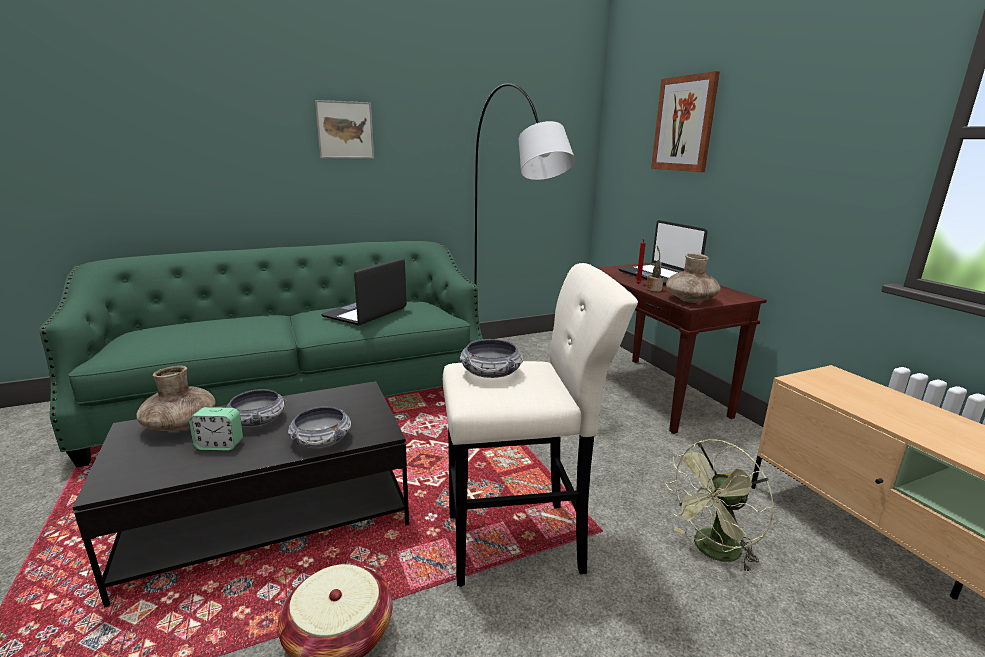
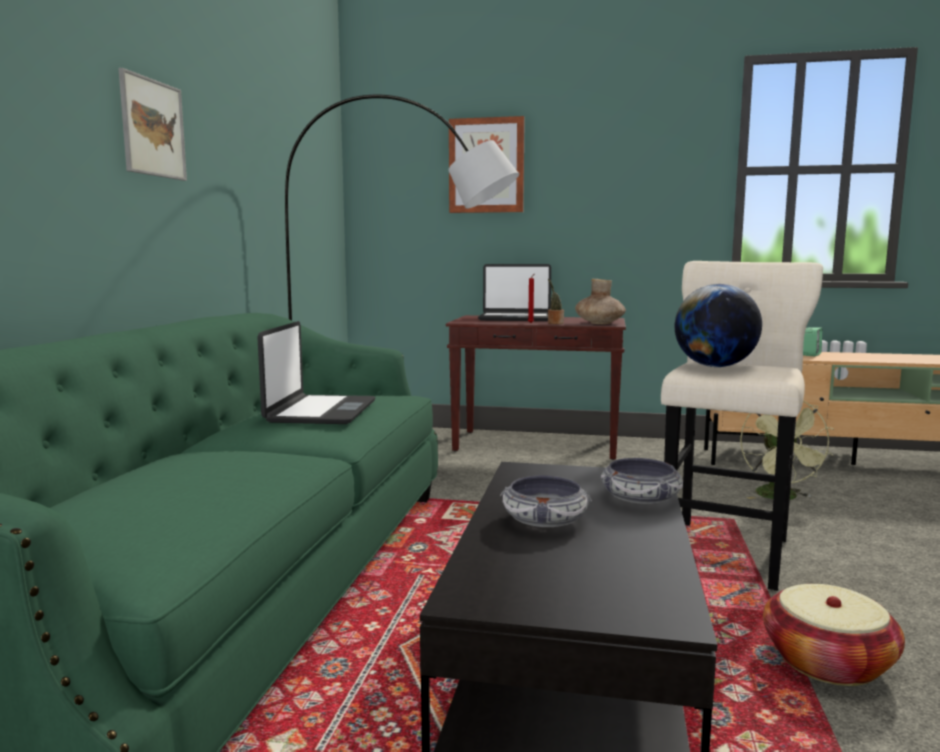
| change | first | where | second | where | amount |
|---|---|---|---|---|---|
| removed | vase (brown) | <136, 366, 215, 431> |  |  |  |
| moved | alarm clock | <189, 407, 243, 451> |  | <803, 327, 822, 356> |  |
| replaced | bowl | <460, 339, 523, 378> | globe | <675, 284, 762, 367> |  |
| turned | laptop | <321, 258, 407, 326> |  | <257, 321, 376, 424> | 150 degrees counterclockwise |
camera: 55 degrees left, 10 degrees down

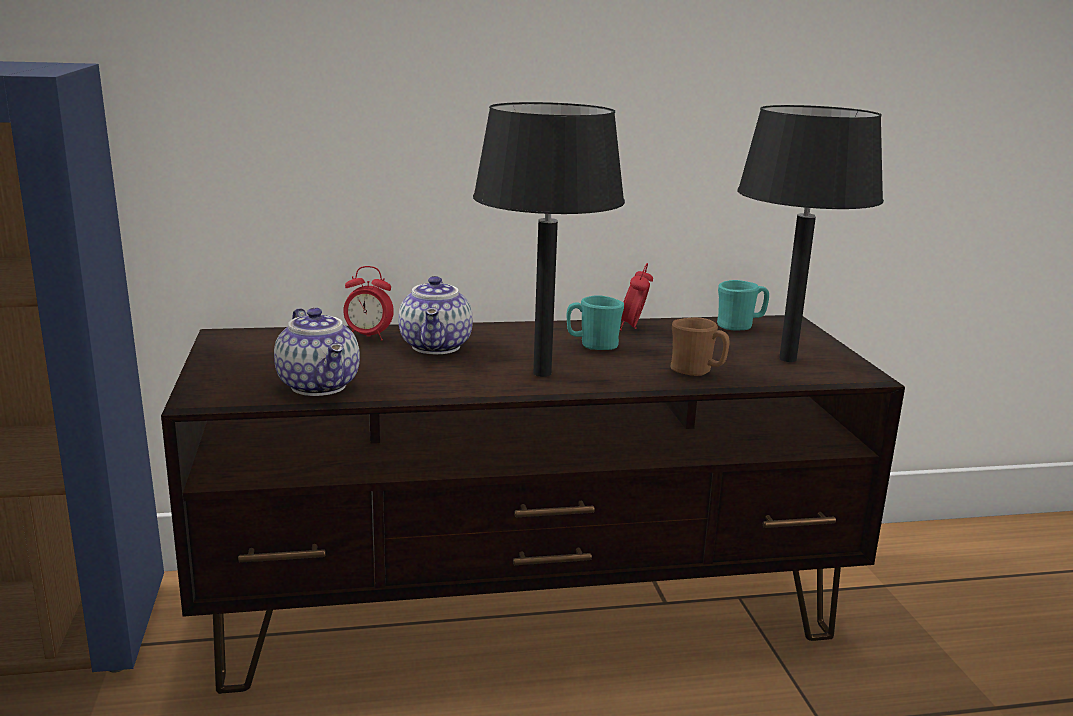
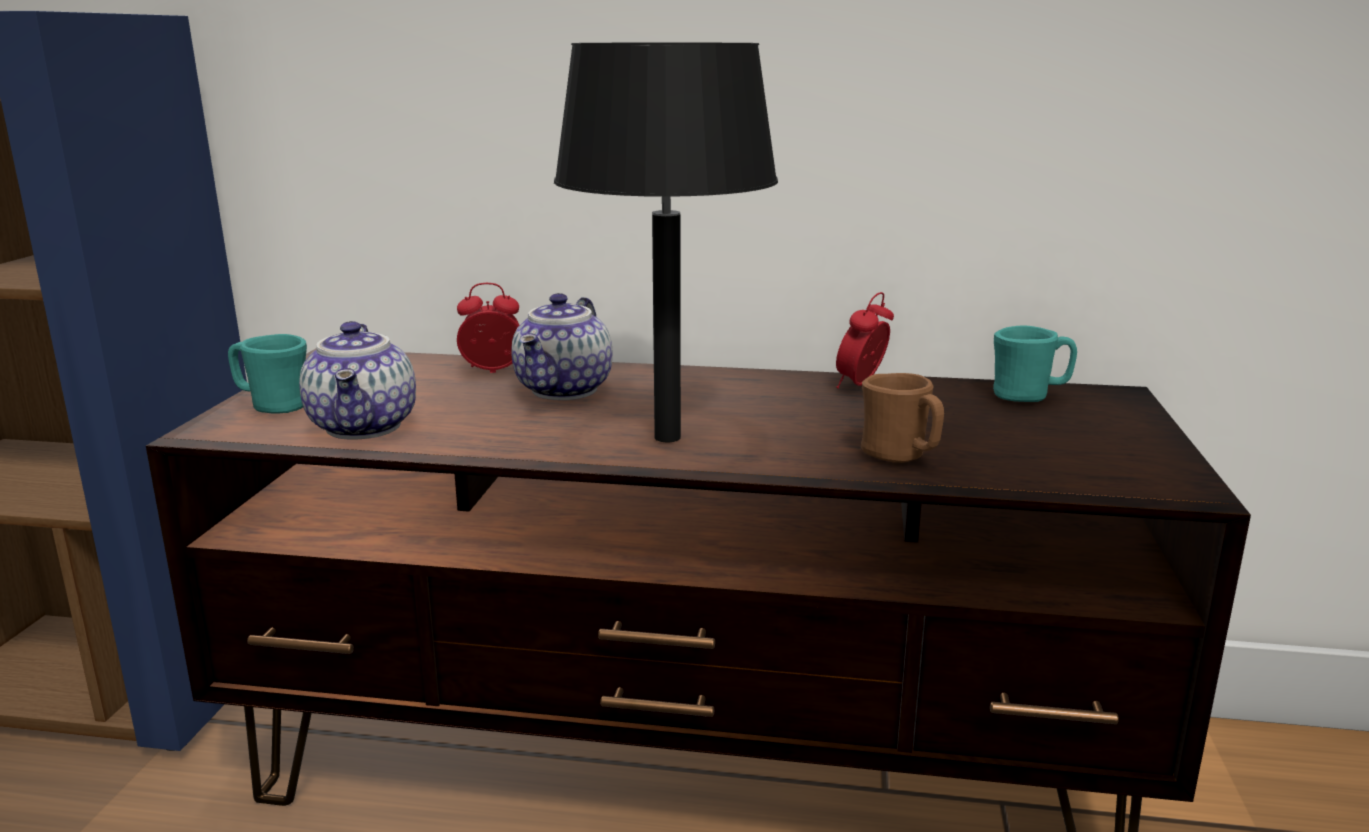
| change | first | where | second | where | amount |
|---|---|---|---|---|---|
| removed | table lamp (black) | <737, 105, 884, 362> |  |  |  |
| moved | mug (turquoise) | <567, 295, 624, 350> |  | <228, 334, 307, 414> |  |
| turned | alarm clock | <343, 266, 394, 341> |  | <457, 283, 519, 373> | 150 degrees clockwise |
camera: 20 degrees right, 0 degrees up

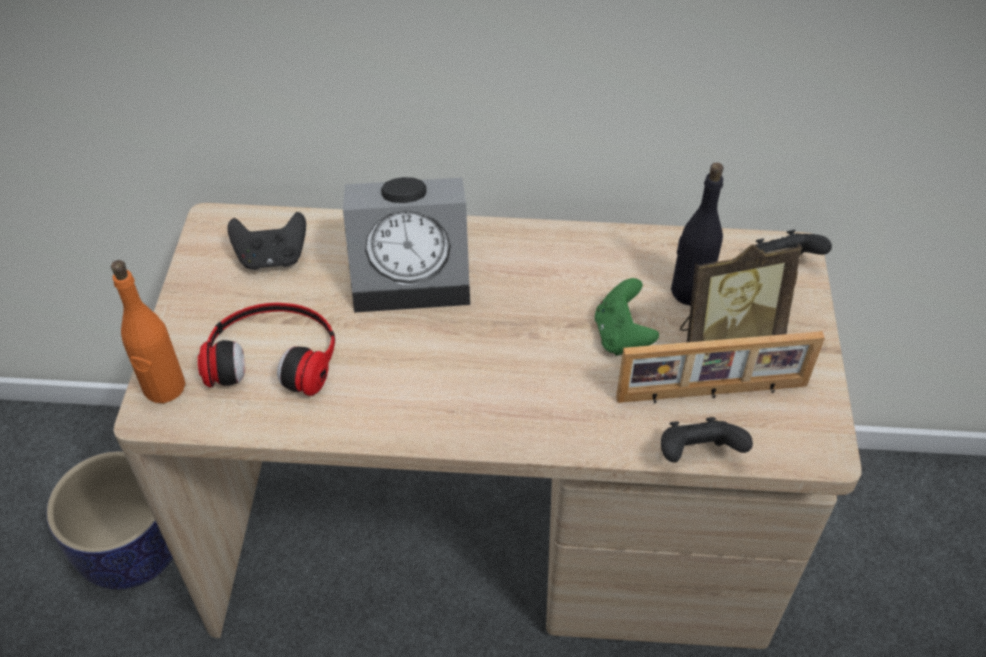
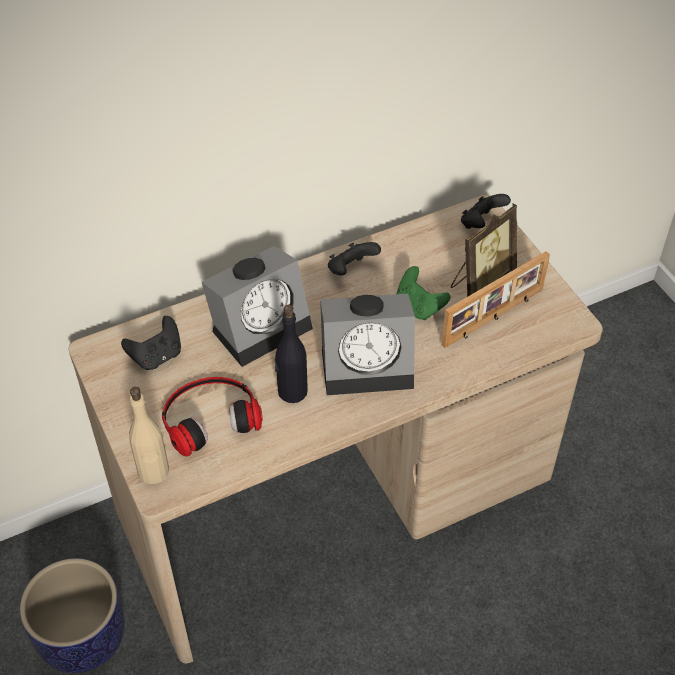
| change | first | where | second | where | amount |
|---|---|---|---|---|---|
| added |  |  | alarm clock | <320, 293, 415, 395> |  |
| moved | game controller (black) | <661, 417, 753, 463> |  | <328, 242, 381, 276> |  |
| moved | bottle (black) | <671, 163, 724, 306> |  | <275, 305, 308, 403> |  |
| recoloured | bottle (orange) | <111, 260, 185, 403> | bottle (beige) | <129, 387, 169, 484> |  |
camera: 30 degrees left, 0 degrees up

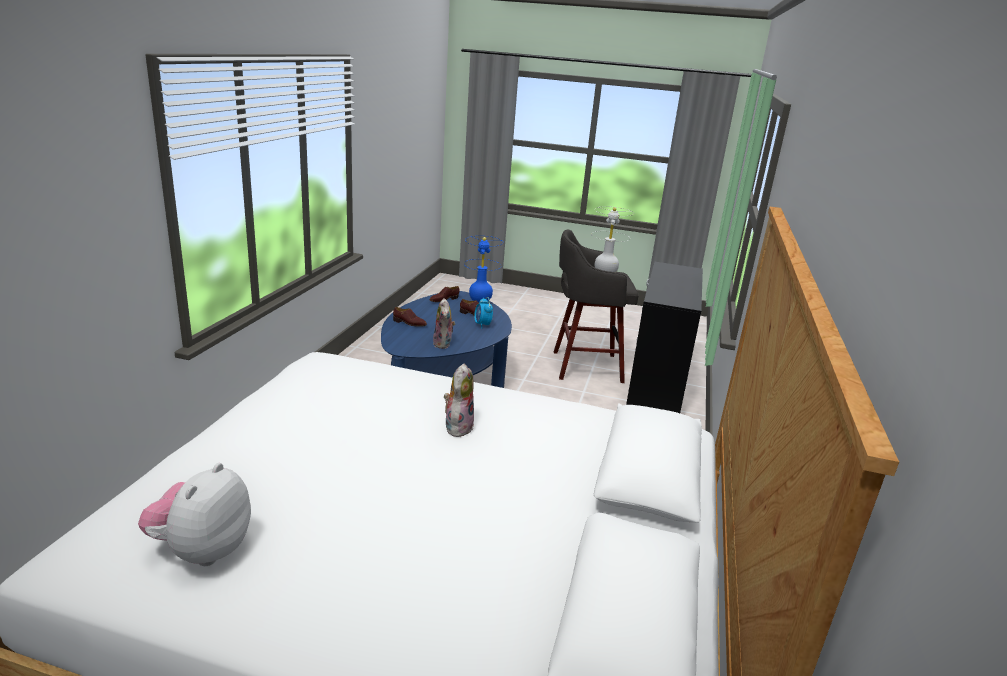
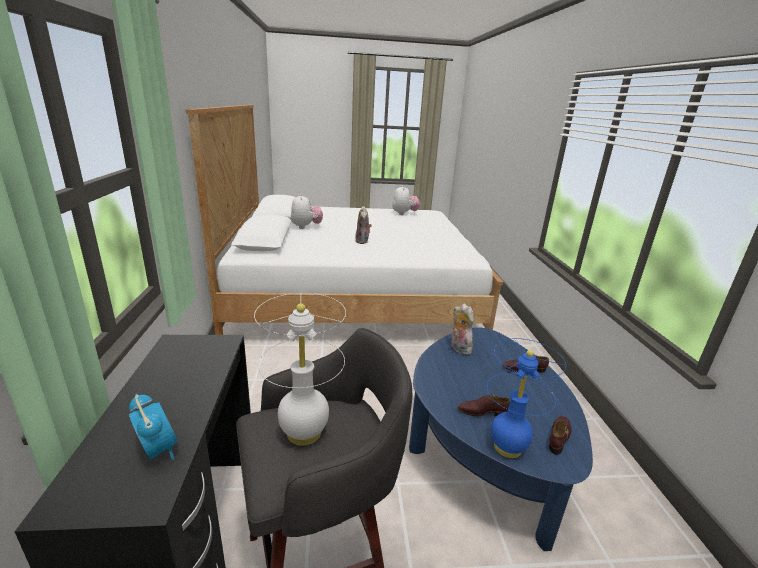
| change | first | where | second | where | amount |
|---|---|---|---|---|---|
| added |  |  | plush toy | <291, 194, 323, 229> |  |
| moved | alarm clock | <474, 297, 493, 329> |  | <129, 394, 178, 460> |  |
camera: 160 degrees right, 0 degrees up

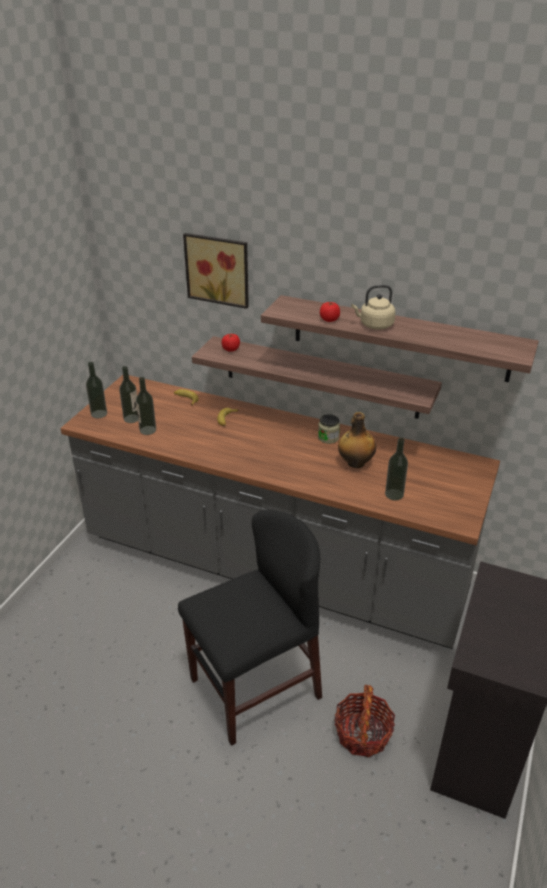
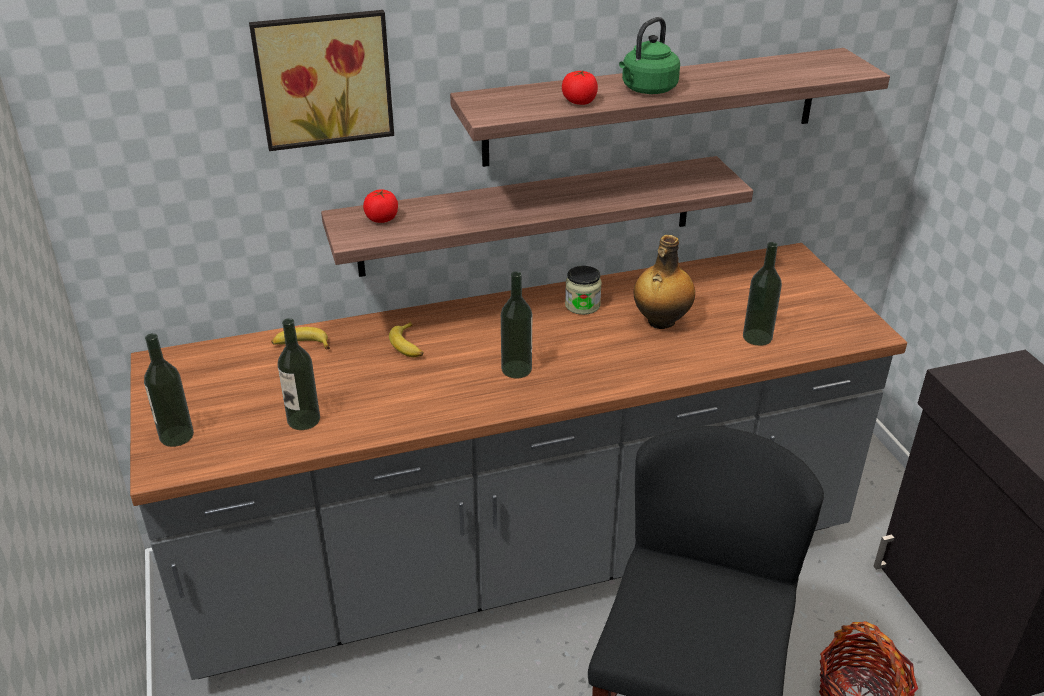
| change | first | where | second | where | amount |
|---|---|---|---|---|---|
| moved | bottle | <119, 366, 138, 423> |  | <501, 271, 532, 378> |  |
| recoloured | kettle (beige) | <351, 285, 396, 330> | kettle (green) | <619, 17, 680, 94> |  |
camera: 40 degrees left, 0 degrees up

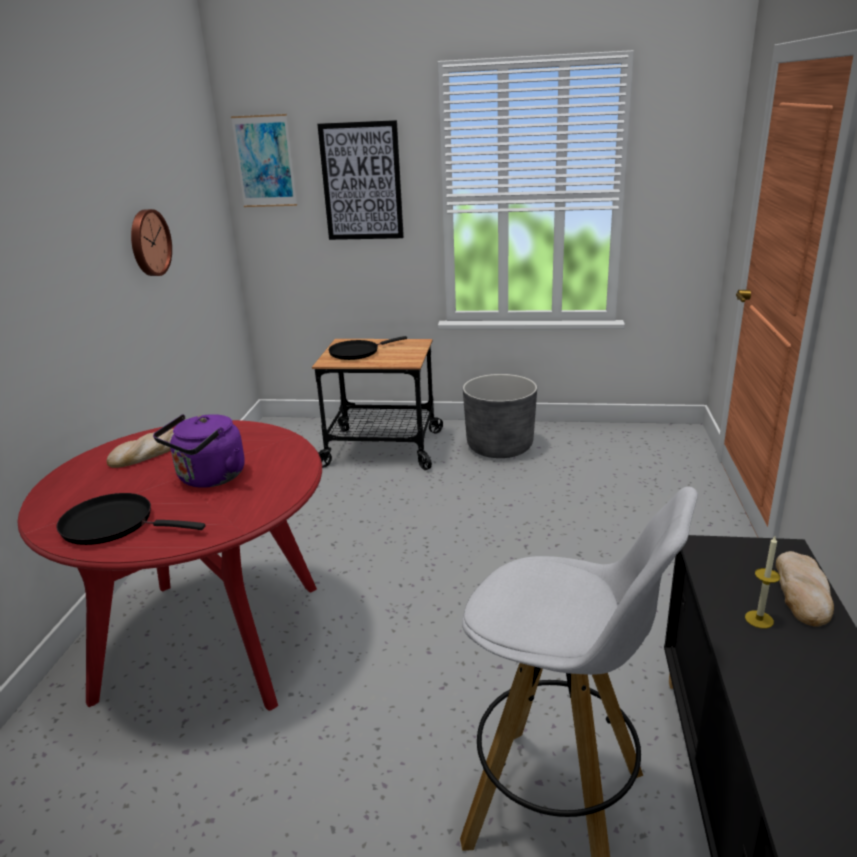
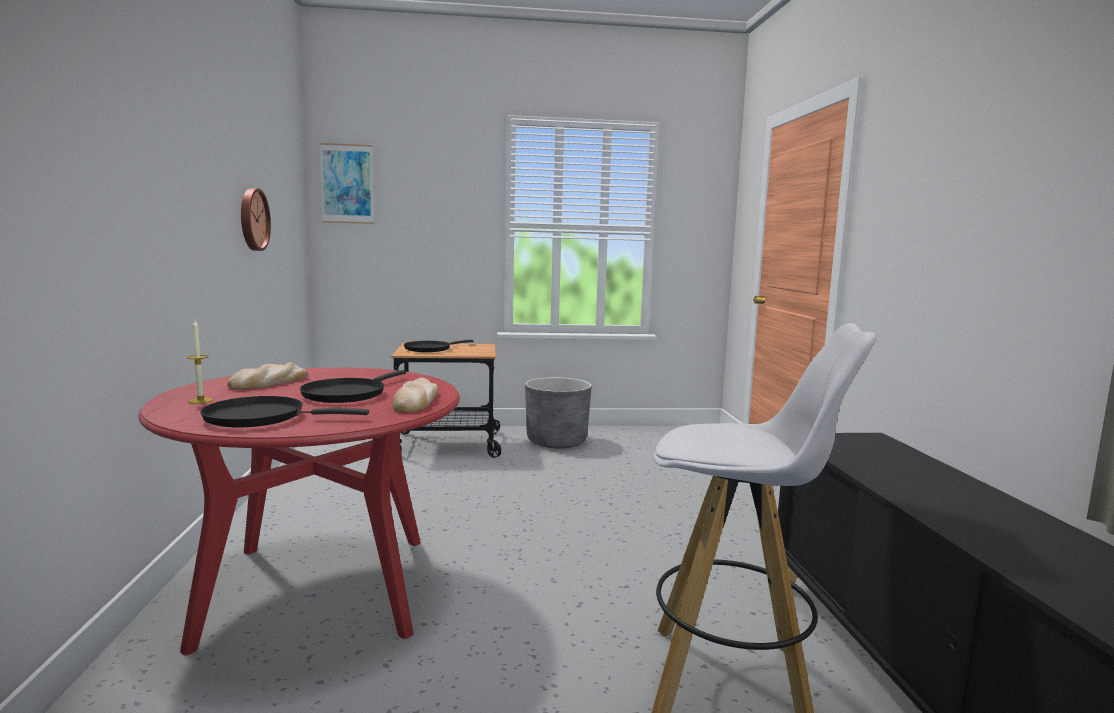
| change | first | where | second | where | amount |
|---|---|---|---|---|---|
| removed | picture | <317, 120, 404, 240> |  |  |  |
| moved | candle | <745, 536, 780, 628> |  | <187, 320, 213, 404> |  |
| moved | bread | <776, 551, 834, 627> |  | <393, 378, 438, 413> |  |
| replaced | kettle (purple) | <153, 414, 245, 488> | frying pan (black) | <300, 370, 406, 403> |  |
camera: 15 degrees left, 15 degrees down

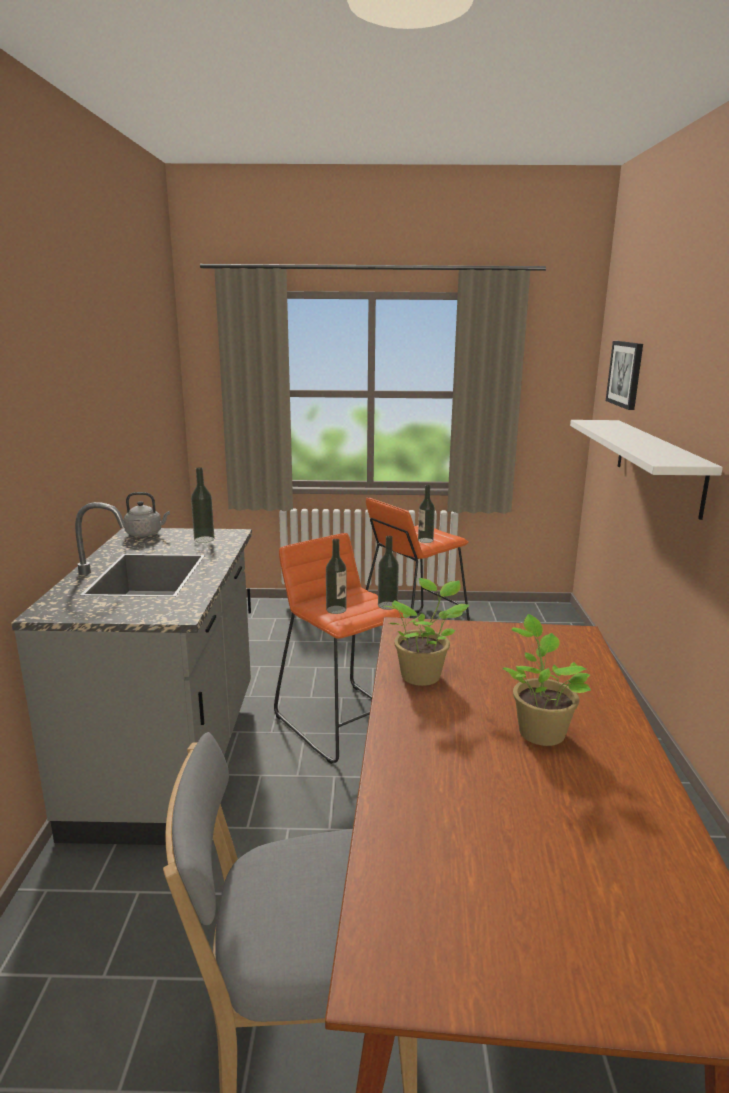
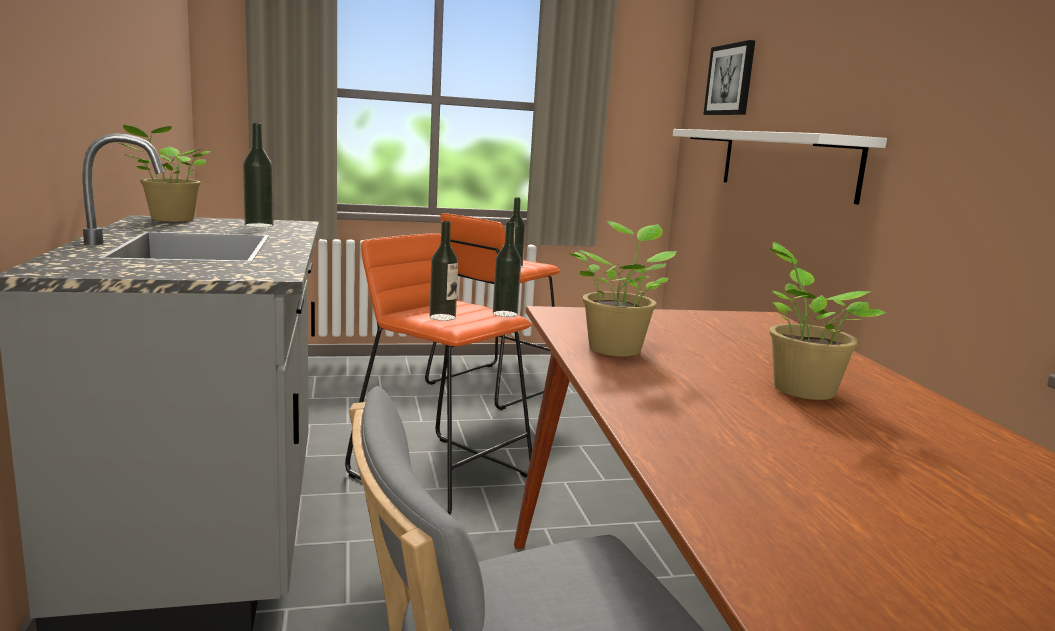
| change | first | where | second | where | amount |
|---|---|---|---|---|---|
| replaced | kettle (grey) | <124, 492, 170, 537> | potted plant | <119, 124, 210, 222> |  |
camera: 15 degrees left, 5 degrees down

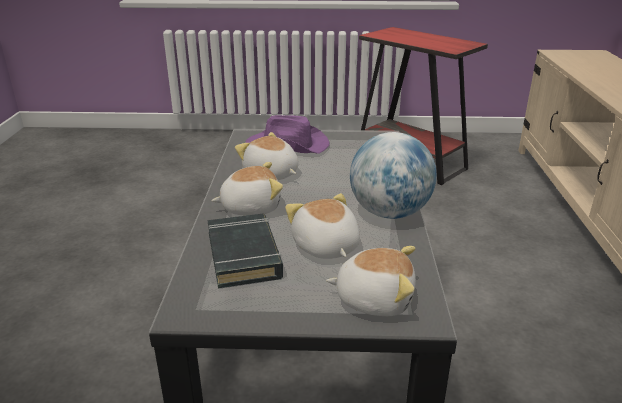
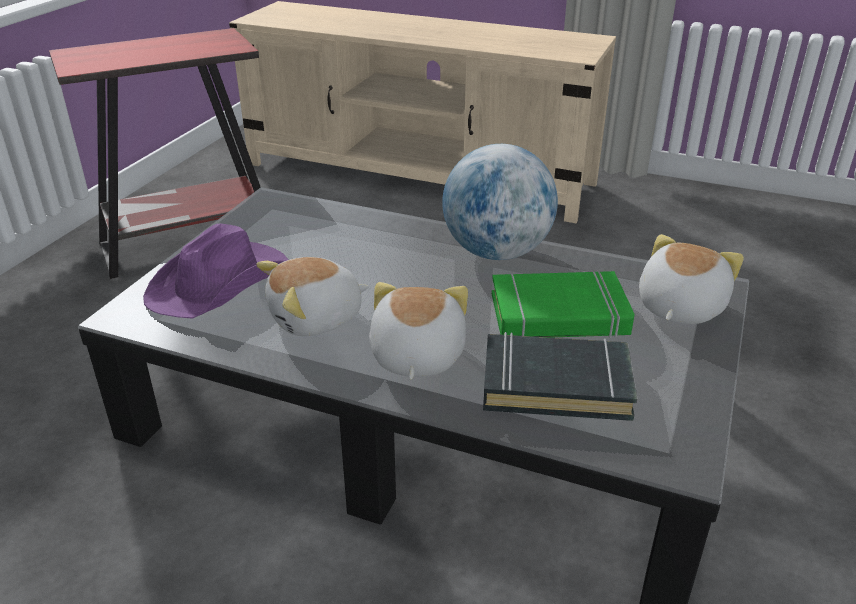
| change | first | where | second | where | amount |
|---|---|---|---|---|---|
| replaced | plush toy | <285, 193, 360, 259> | book (green) | <492, 271, 635, 338> |  |
camera: 70 degrees left, 5 degrees up

